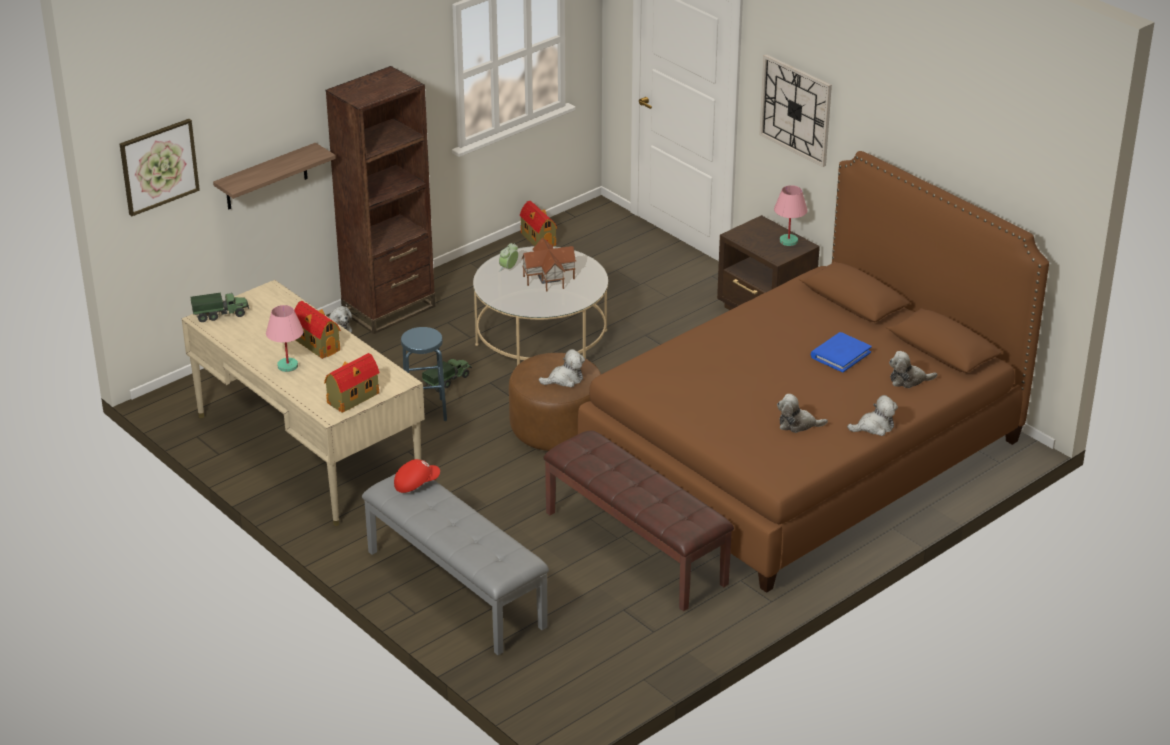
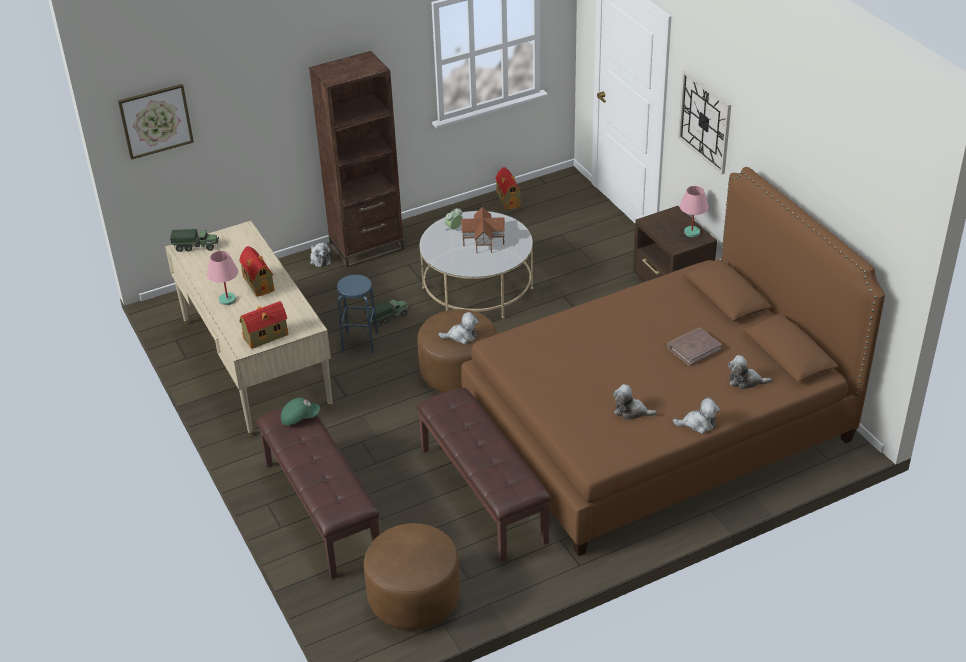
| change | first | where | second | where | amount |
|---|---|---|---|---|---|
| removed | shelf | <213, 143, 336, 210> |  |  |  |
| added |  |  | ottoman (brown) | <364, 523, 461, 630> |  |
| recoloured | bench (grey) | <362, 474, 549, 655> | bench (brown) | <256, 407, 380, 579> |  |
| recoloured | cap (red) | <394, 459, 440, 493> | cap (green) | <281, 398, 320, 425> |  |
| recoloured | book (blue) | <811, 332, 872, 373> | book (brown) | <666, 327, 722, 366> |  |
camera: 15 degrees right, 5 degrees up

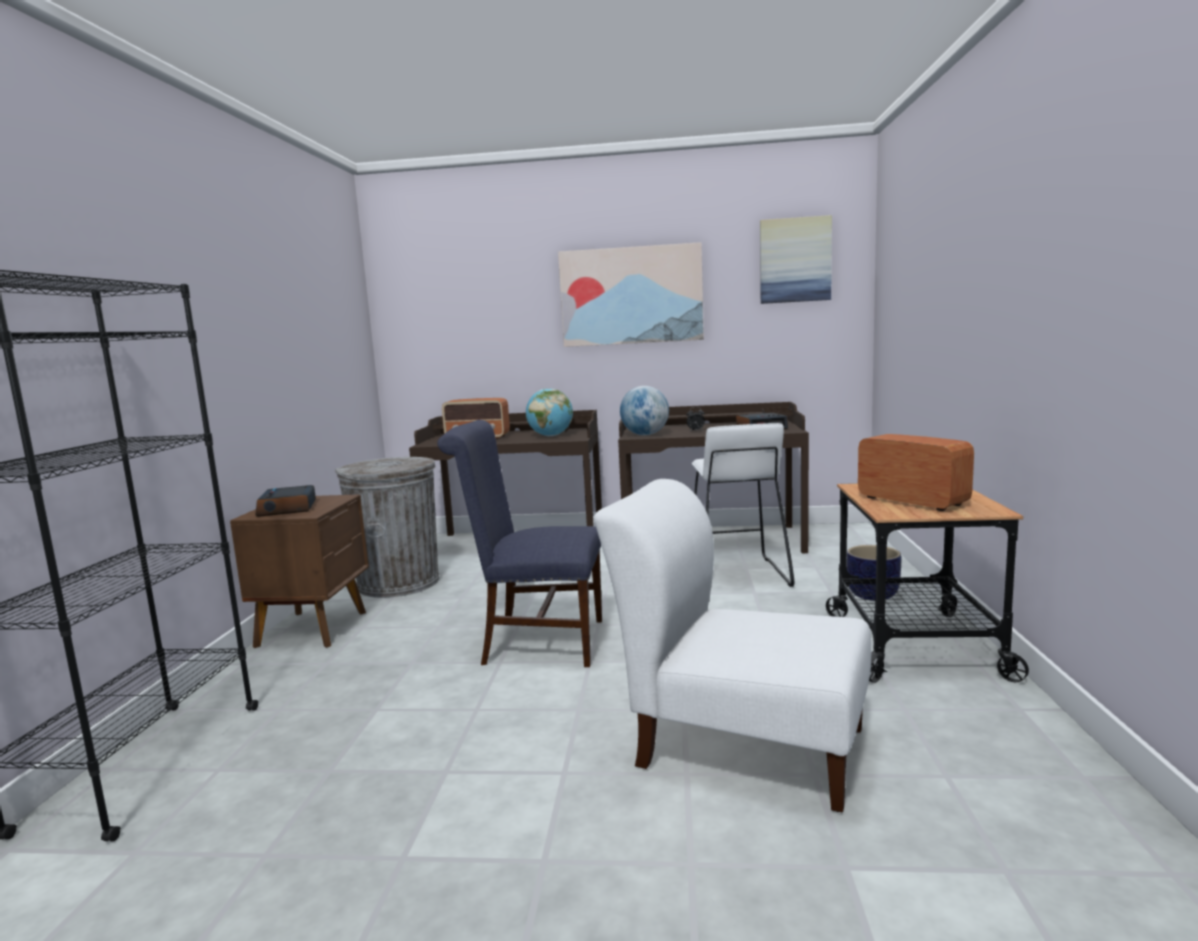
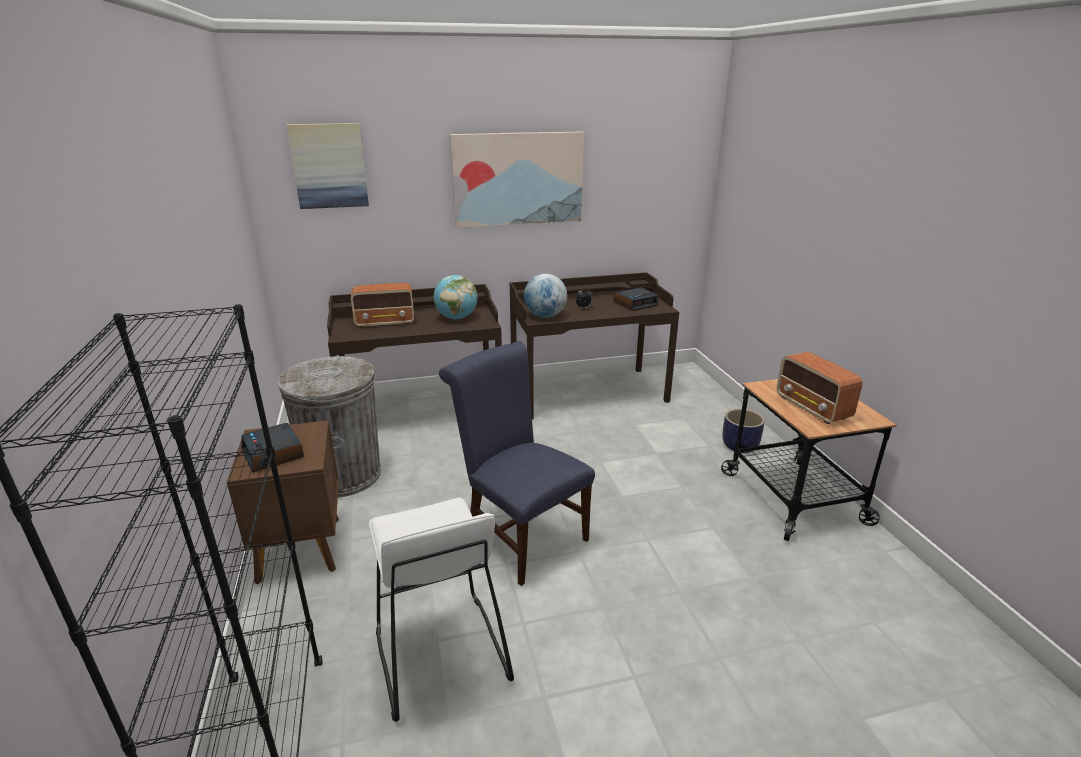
| change | first | where | second | where | amount |
|---|---|---|---|---|---|
| removed | chair (white) | <594, 479, 871, 812> |  |  |  |
| moved | stool (white) | <691, 423, 794, 587> |  | <369, 498, 514, 722> |  |
| moved | picture | <760, 215, 832, 304> |  | <286, 123, 369, 209> |  |
| turned | chair (blue) | <437, 420, 602, 667> |  | <439, 341, 595, 586> | 60 degrees clockwise |
| turned | radio | <858, 434, 974, 511> |  | <777, 352, 863, 424> | 150 degrees counterclockwise |
camera: 20 degrees left, 15 degrees up

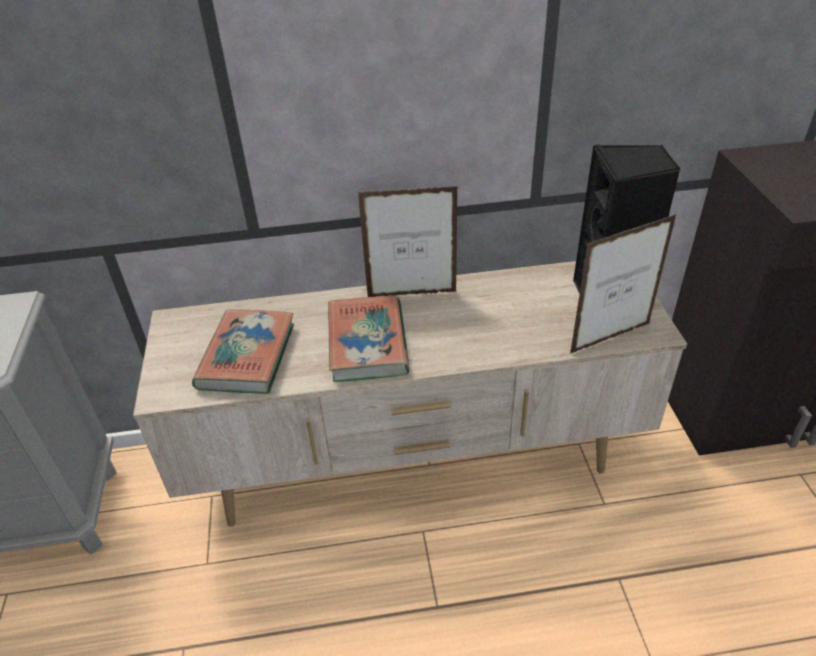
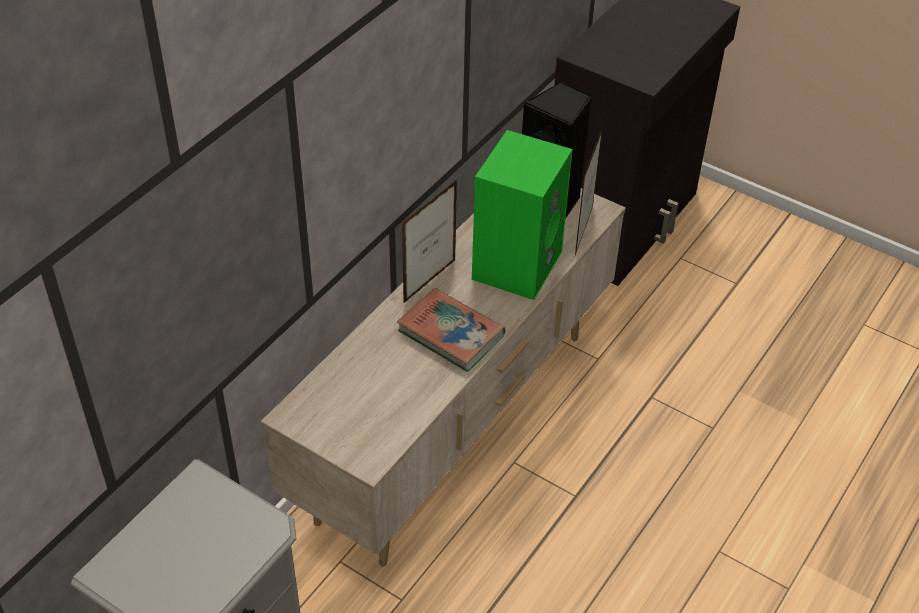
| change | first | where | second | where | amount |
|---|---|---|---|---|---|
| removed | book | <192, 310, 294, 394> |  |  |  |
| added |  |  | speaker (green) | <472, 130, 573, 300> |  |
camera: 50 degrees left, 5 degrees up

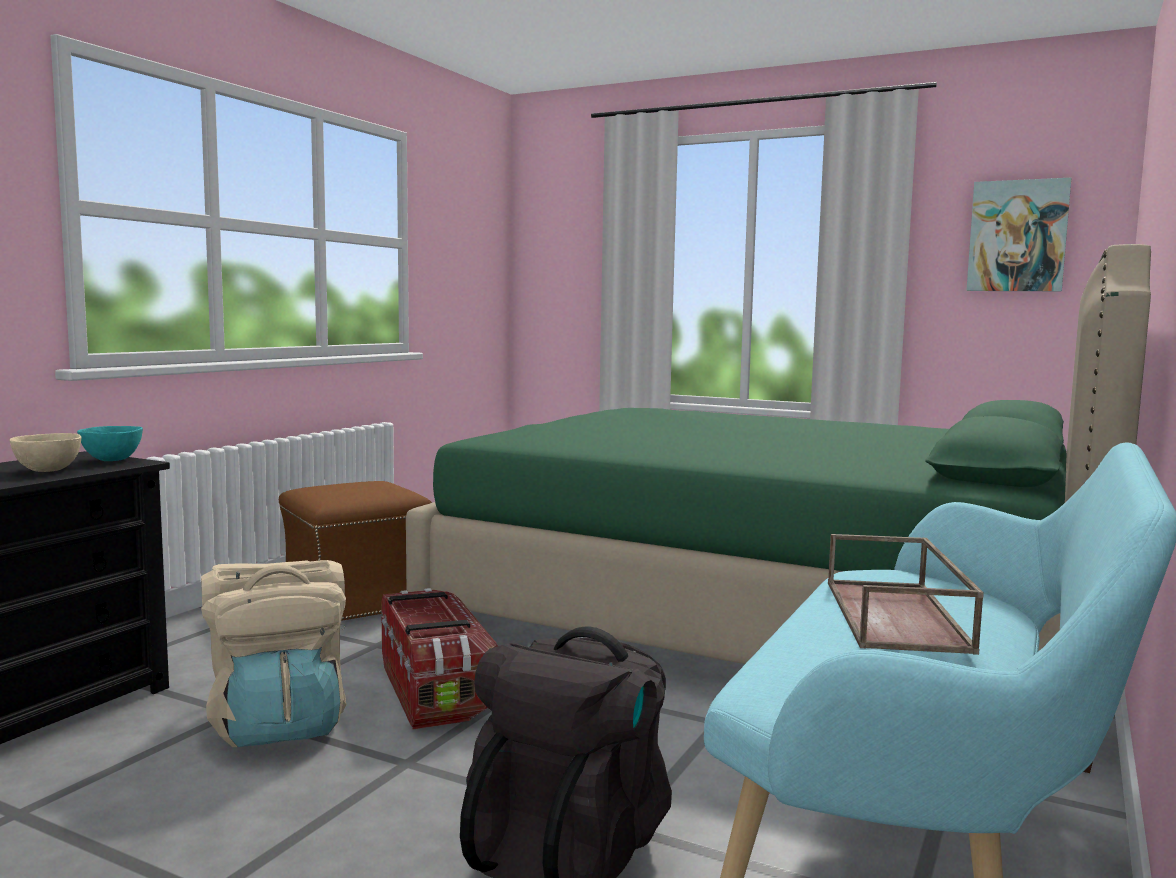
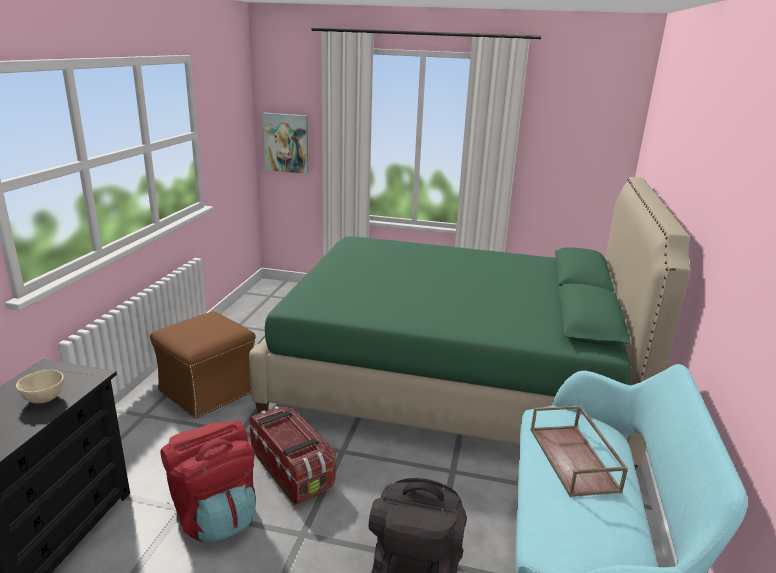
| change | first | where | second | where | amount |
|---|---|---|---|---|---|
| removed | bowl (turquoise) | <77, 426, 143, 461> |  |  |  |
| moved | picture | <966, 178, 1071, 291> |  | <262, 113, 308, 174> |  |
| recoloured | backpack (beige) | <201, 560, 346, 747> | backpack (red) | <160, 421, 256, 542> |  |
camera: 15 degrees left, 15 degrees up

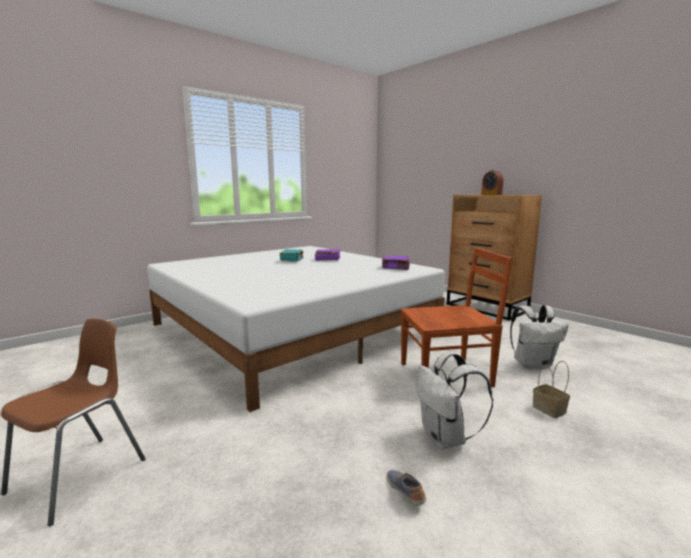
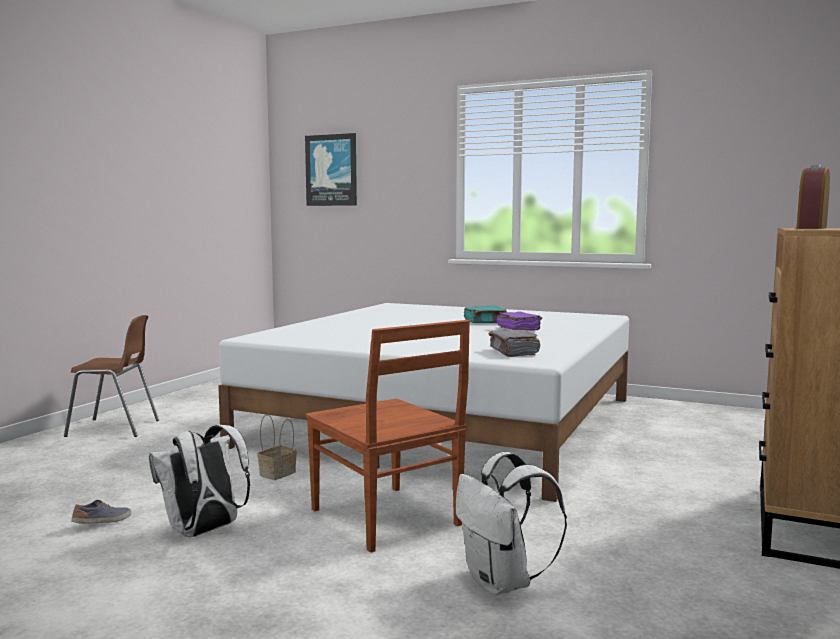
| change | first | where | second | where | amount |
|---|---|---|---|---|---|
| added |  |  | picture | <305, 133, 357, 206> |  |
| moved | basket | <533, 361, 570, 418> |  | <258, 414, 297, 480> |  |
| recoloured | book (purple) | <382, 256, 410, 270> | book (grey) | <489, 330, 541, 357> |  |
camera: 65 degrees right, 5 degrees down

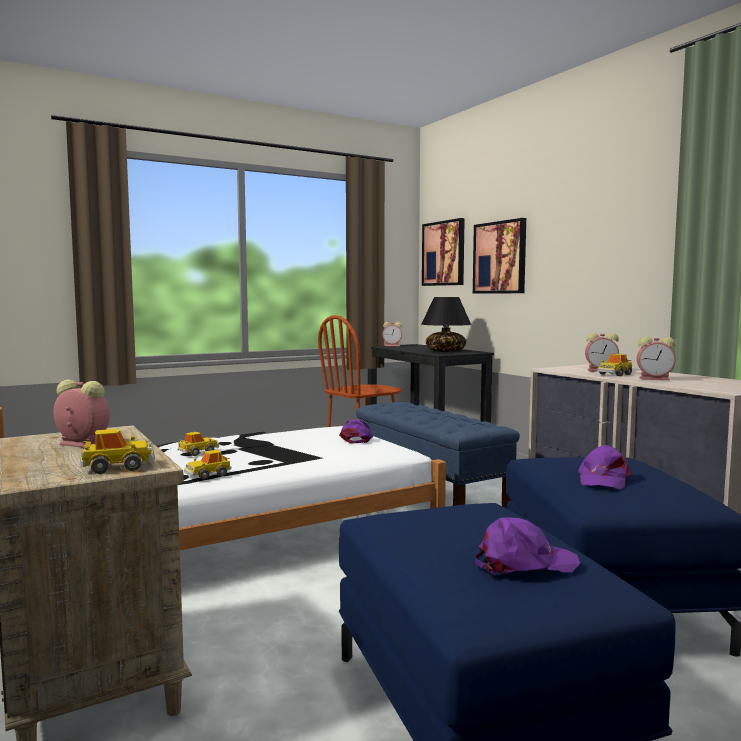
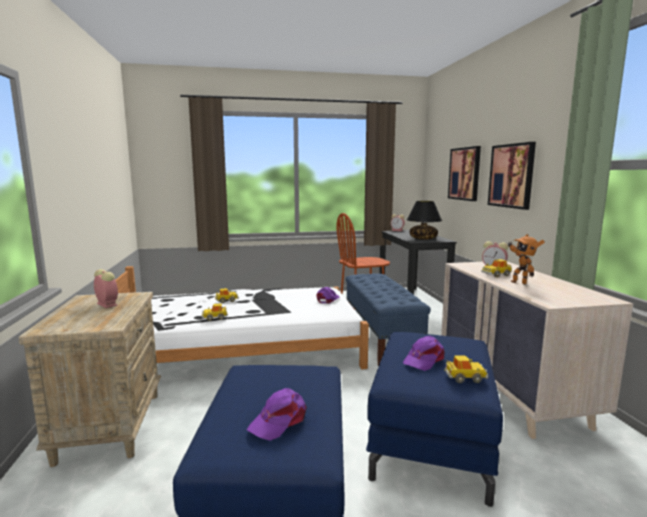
| change | first | where | second | where | amount |
|---|---|---|---|---|---|
| moved | toy car | <80, 429, 155, 474> |  | <444, 356, 489, 383> |  |
| moved | picture | <422, 218, 465, 286> |  | <488, 142, 536, 210> |  |
| replaced | alarm clock | <637, 336, 676, 380> | toy robot | <508, 234, 545, 285> |  |
| turned | cap (purple) | <475, 517, 580, 575> |  | <247, 388, 307, 441> | 120 degrees clockwise |
camera: 20 degrees right, 5 degrees up

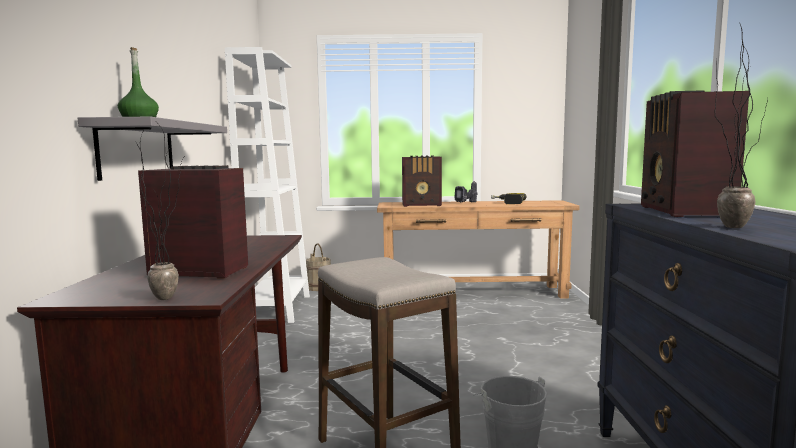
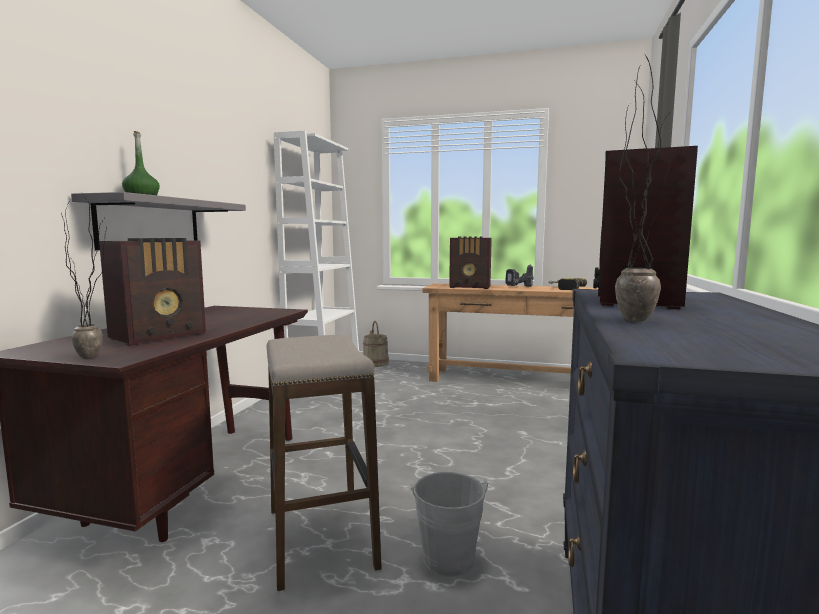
| change | first | where | second | where | amount |
|---|---|---|---|---|---|
| turned | radio | <138, 165, 248, 279> |  | <99, 238, 206, 346> | 105 degrees clockwise |
camera: 15 degrees right, 0 degrees up

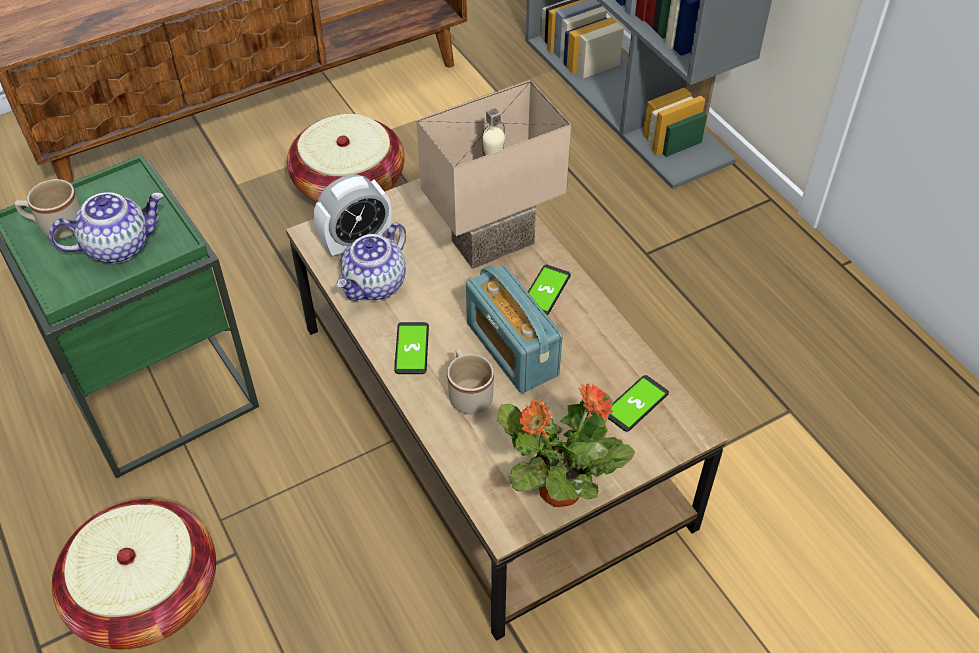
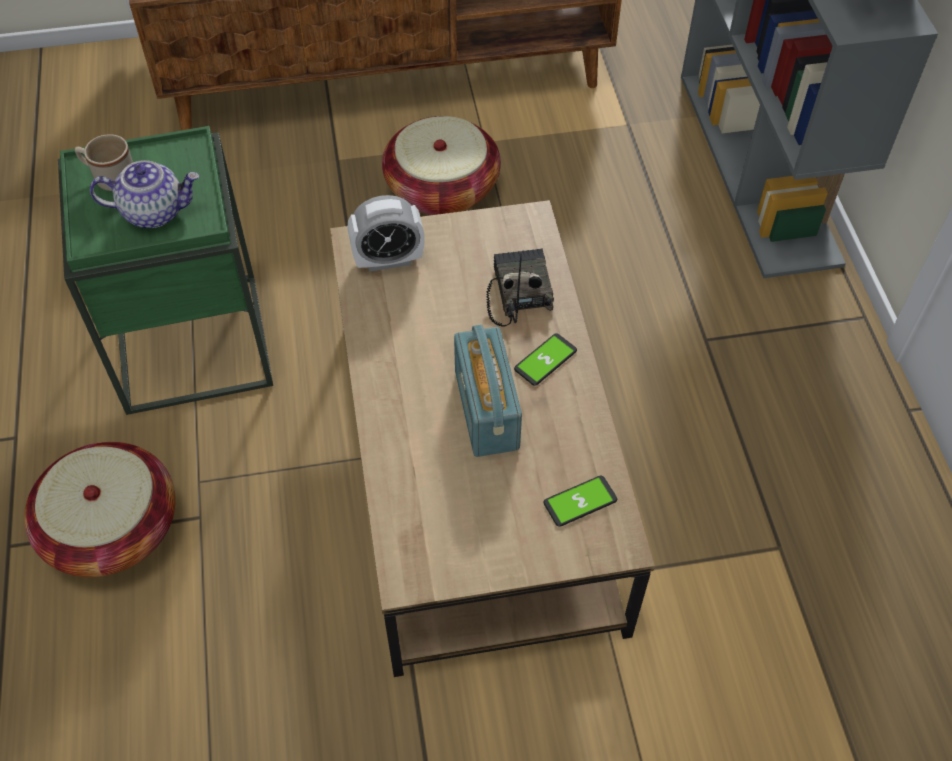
| change | first | where | second | where | amount |
|---|---|---|---|---|---|
| removed | teapot | <336, 223, 406, 301> |  |  |  |
| removed | phone | <394, 322, 429, 374> |  |  |  |
| removed | mug (beige) | <447, 348, 494, 414> |  |  |  |
| removed | potted plant | <498, 383, 635, 507> |  |  |  |
| replaced | table lamp (beige) | <416, 80, 571, 269> | radio | <486, 249, 554, 327> |  |
camera: 20 degrees right, 5 degrees up

